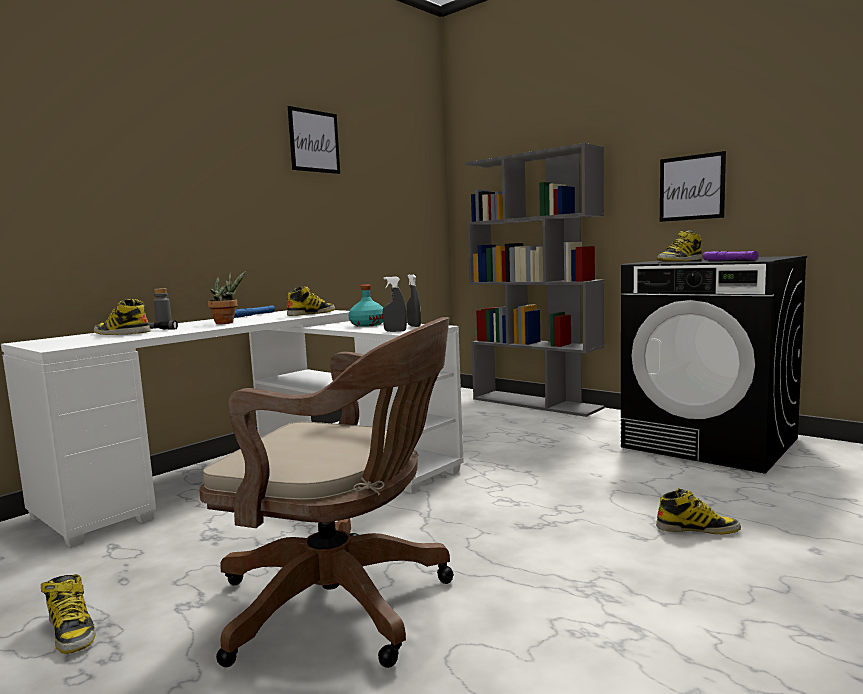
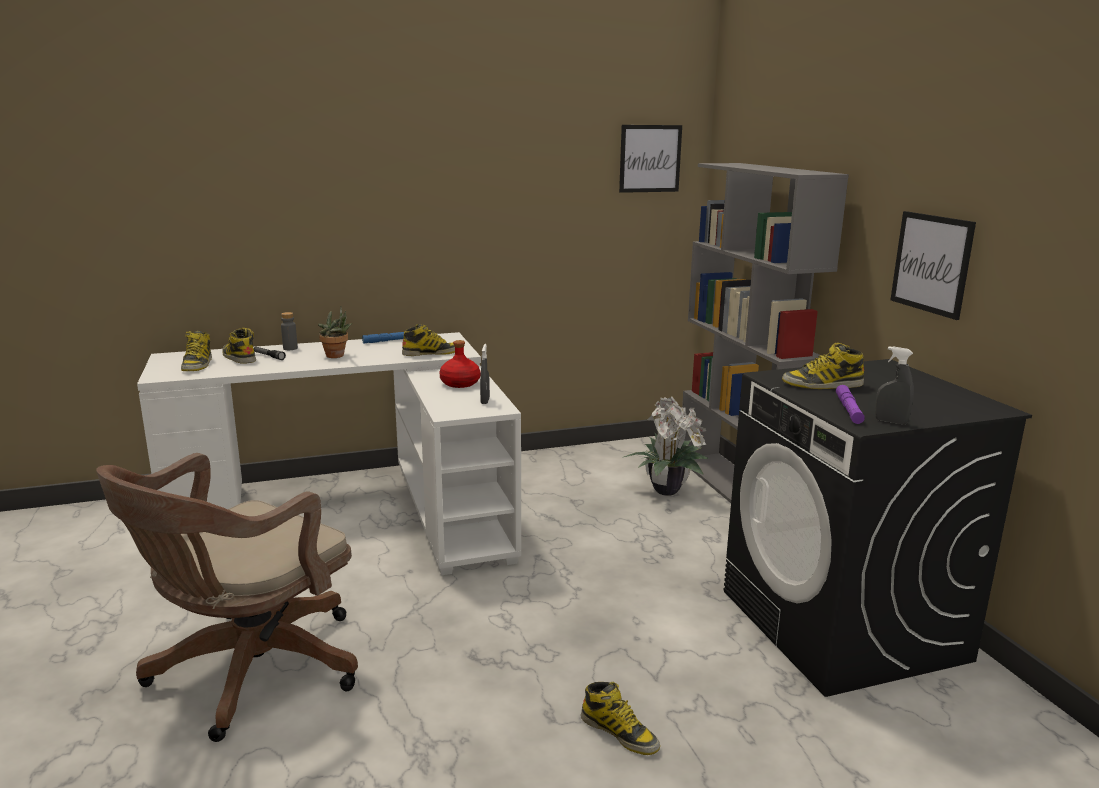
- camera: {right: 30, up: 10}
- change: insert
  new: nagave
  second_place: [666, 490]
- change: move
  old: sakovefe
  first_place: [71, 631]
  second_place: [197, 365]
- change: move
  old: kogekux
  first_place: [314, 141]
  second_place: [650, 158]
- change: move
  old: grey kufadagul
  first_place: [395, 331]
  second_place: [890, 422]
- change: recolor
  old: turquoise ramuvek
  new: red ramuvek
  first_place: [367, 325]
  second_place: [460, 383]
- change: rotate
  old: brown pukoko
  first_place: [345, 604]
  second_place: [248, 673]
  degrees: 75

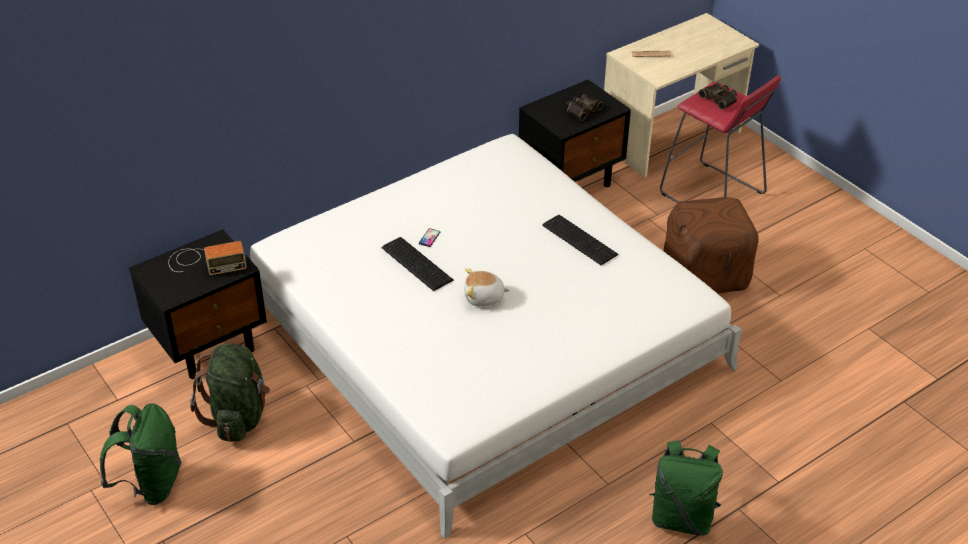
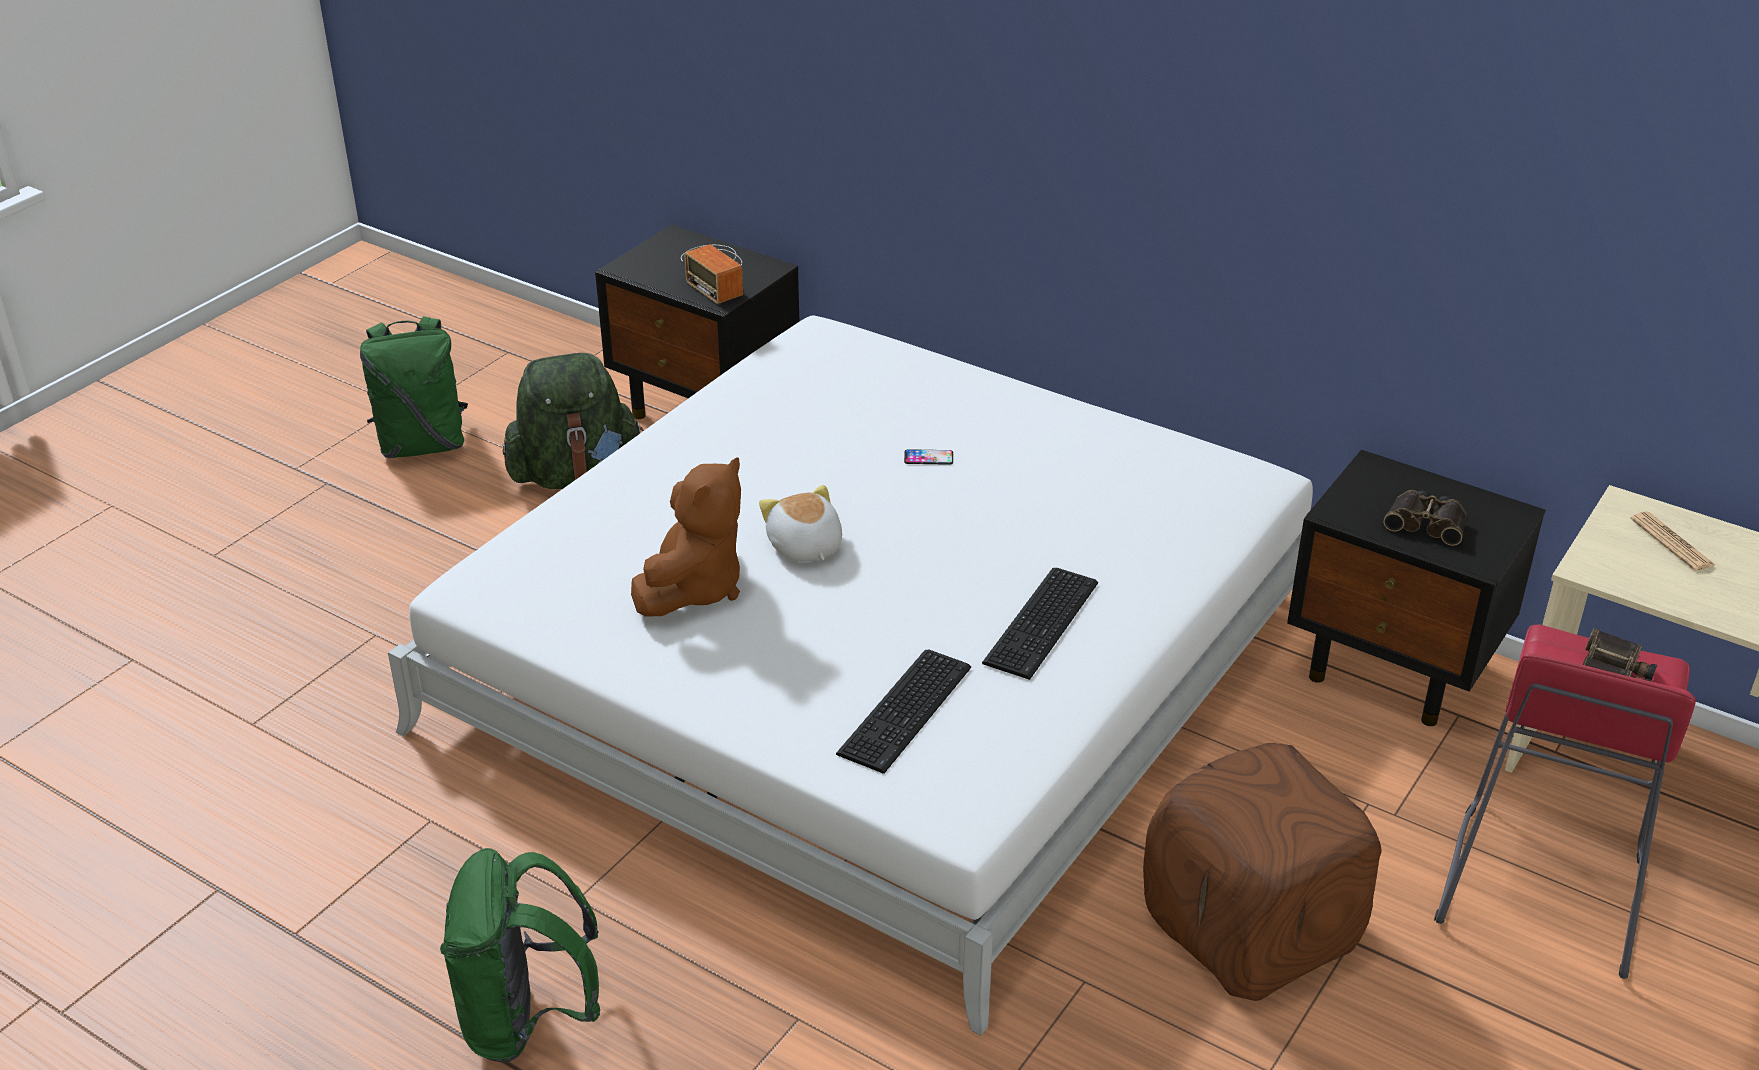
- camera: {right: 70, up: -5}
- change: insert
  new: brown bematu
  second_place: [694, 588]
- change: move
  old: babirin
  first_place: [417, 262]
  second_place: [909, 710]

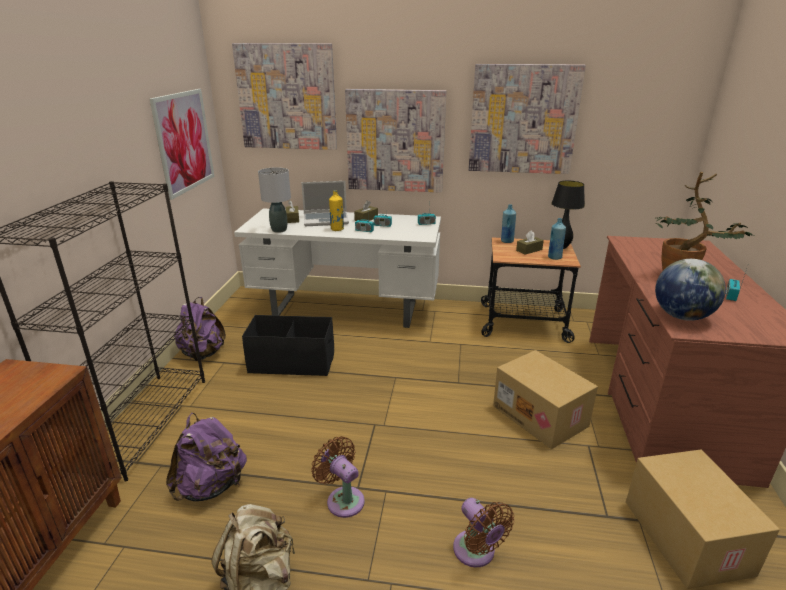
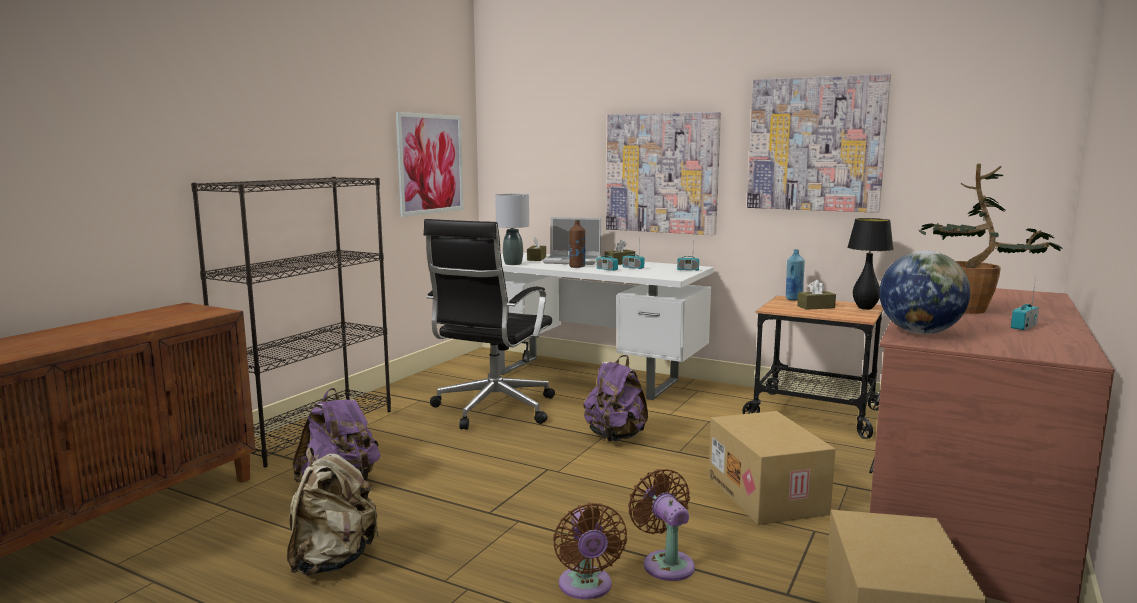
- camera: {right: 20, up: -15}
- change: delete
  old: kogekux
  first_place: [287, 97]
- change: delete
  old: blue ramuvek
  first_place: [554, 257]
- change: move
  old: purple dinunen
  first_place: [203, 354]
  second_place: [615, 437]
- change: move
  old: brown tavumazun
  first_place: [343, 499]
  second_place: [666, 563]
- change: replace
  old: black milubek
  new: black pukoko
  first_place: [292, 362]
  second_place: [492, 410]
- change: recolor
  old: yellow ramuvek
  new: brown ramuvek
  first_place: [337, 229]
  second_place: [577, 267]

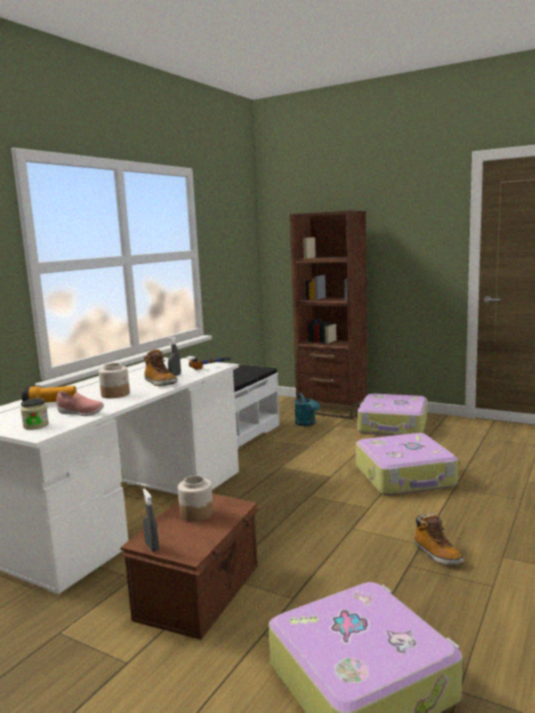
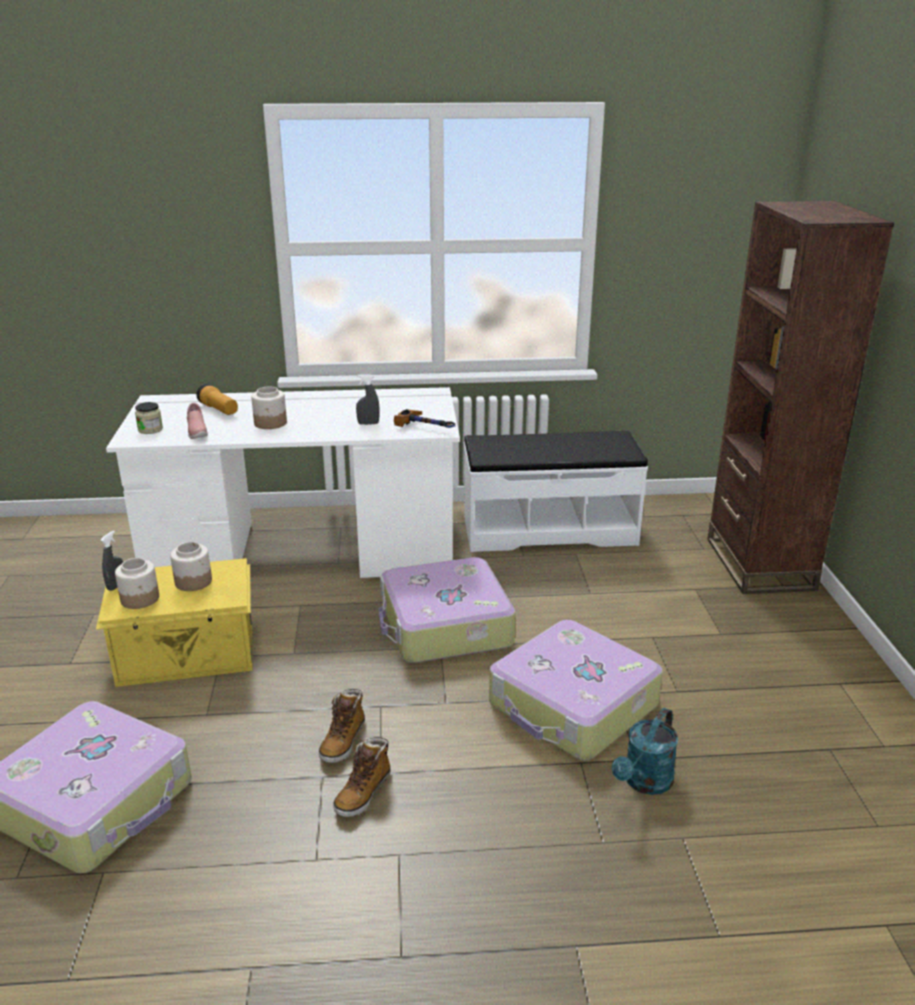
- camera: {right: 55, up: 15}
- change: insert
  new: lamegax
  second_place: [140, 599]
- change: move
  old: sakovefe
  first_place: [160, 383]
  second_place: [343, 741]
- change: move
  old: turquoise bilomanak
  first_place: [307, 424]
  second_place: [644, 783]
- change: move
  old: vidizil
  first_place: [393, 426]
  second_place: [444, 626]
- change: recolor
  old: brown milubek
  new: yellow milubek
  first_place: [201, 591]
  second_place: [188, 656]

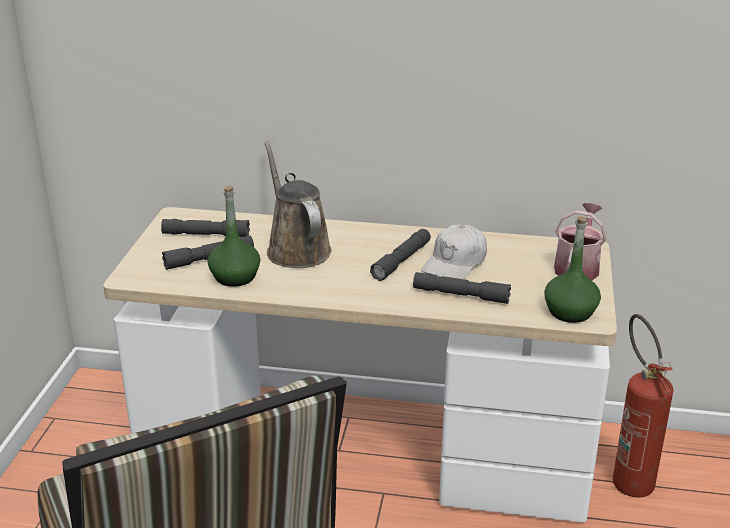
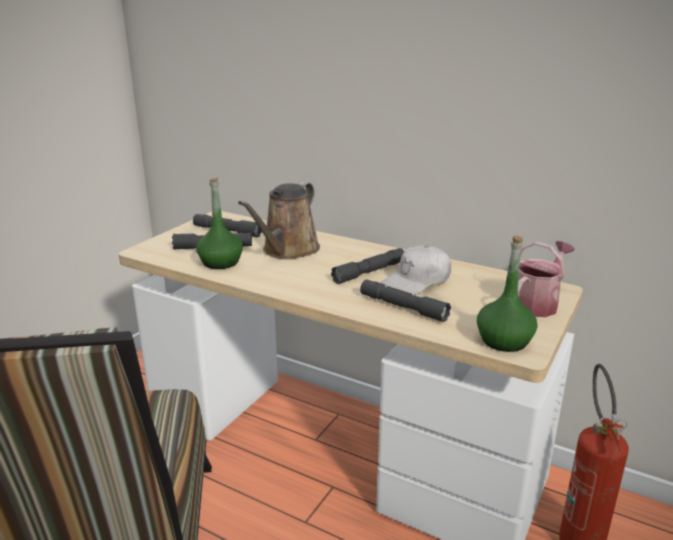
- camera: {right: 20, up: -5}
- change: rotate
  old: brown bilomanak
  first_place: [296, 249]
  second_place: [287, 250]
  degrees: -150

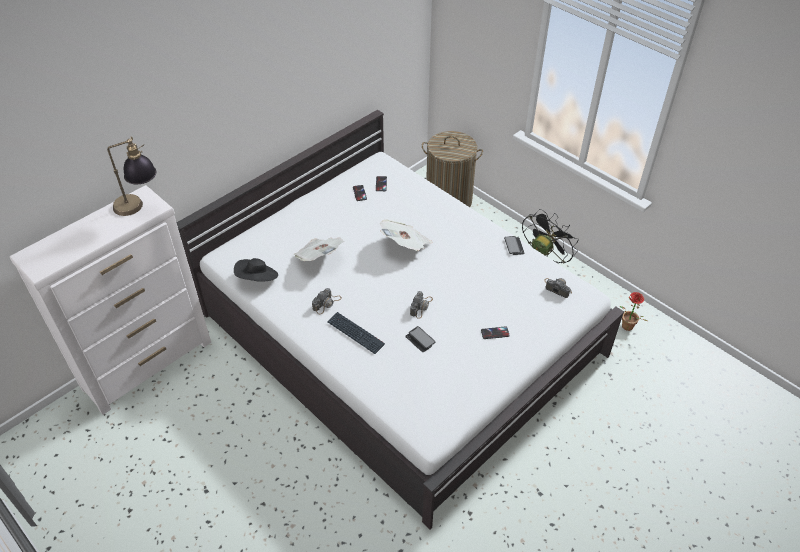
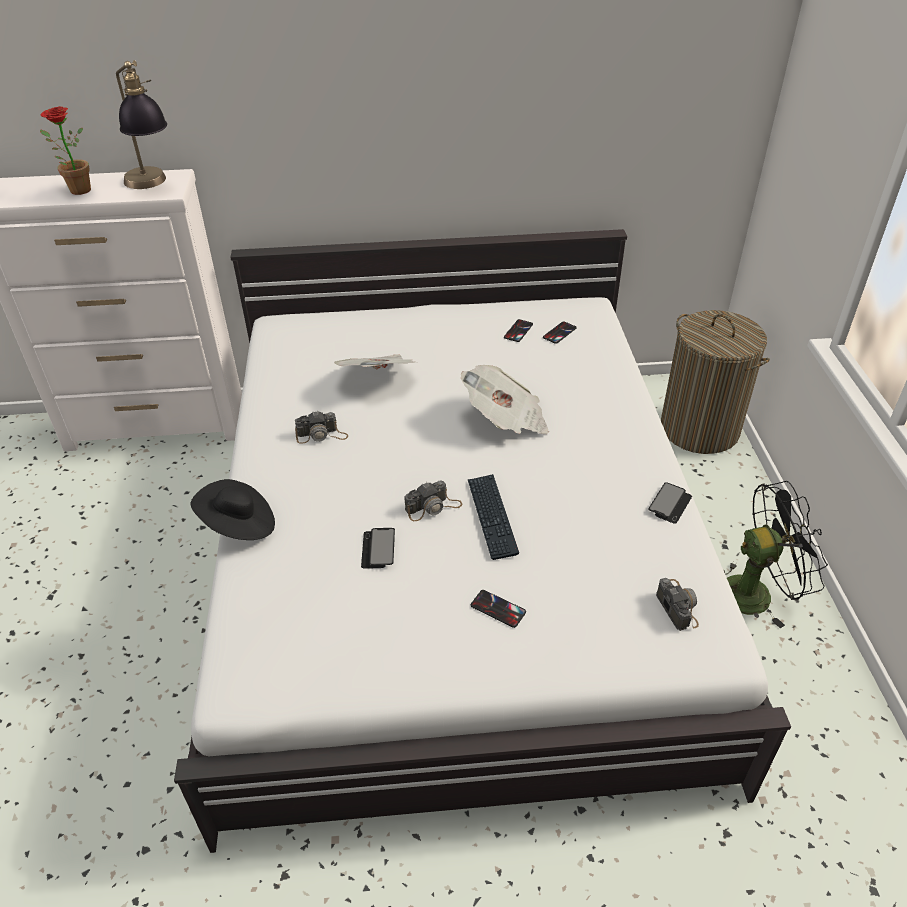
- camera: {right: 40, up: -5}
- change: move
  old: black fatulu
  first_place: [257, 279]
  second_place: [238, 525]
- change: move
  old: babirin
  first_place: [355, 333]
  second_place: [492, 517]
- change: move
  old: nagave
  first_place: [625, 327]
  second_place: [76, 190]

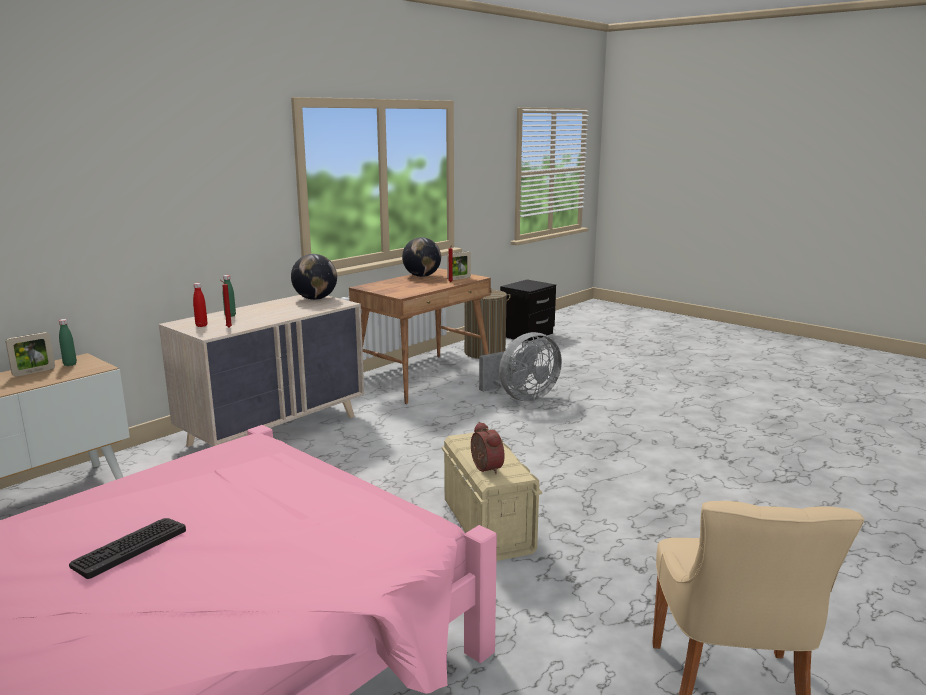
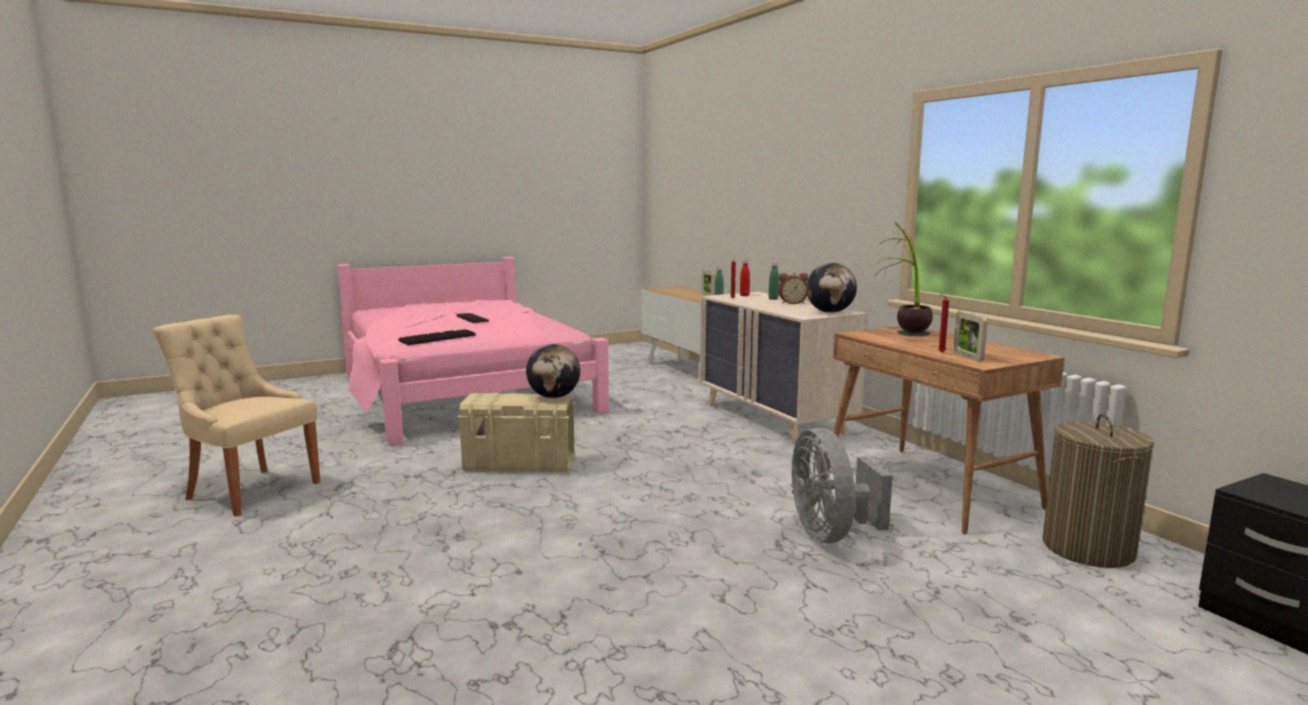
- camera: {right: 110, up: -5}
- change: insert
  new: babirin
  second_place: [438, 338]
- change: insert
  new: nagave
  second_place: [904, 335]
- change: move
  old: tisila
  first_place: [422, 276]
  second_place: [554, 397]
- change: move
  old: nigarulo
  first_place: [484, 468]
  second_place: [792, 303]

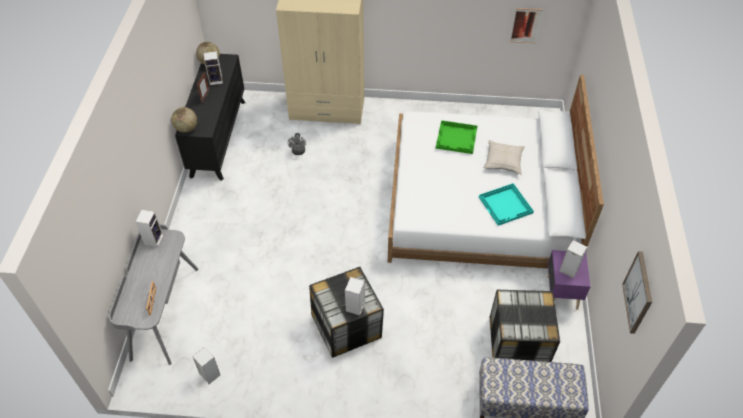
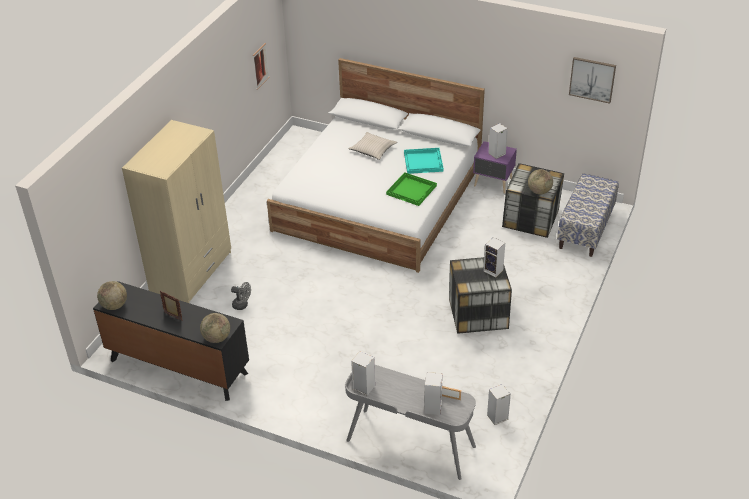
- camera: {right: -70, up: -10}
- change: insert
  new: tisila
  second_place: [539, 191]
- change: move
  old: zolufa
  first_place: [216, 80]
  second_place: [432, 406]
- change: move
  old: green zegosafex
  first_place: [456, 138]
  second_place: [412, 190]

